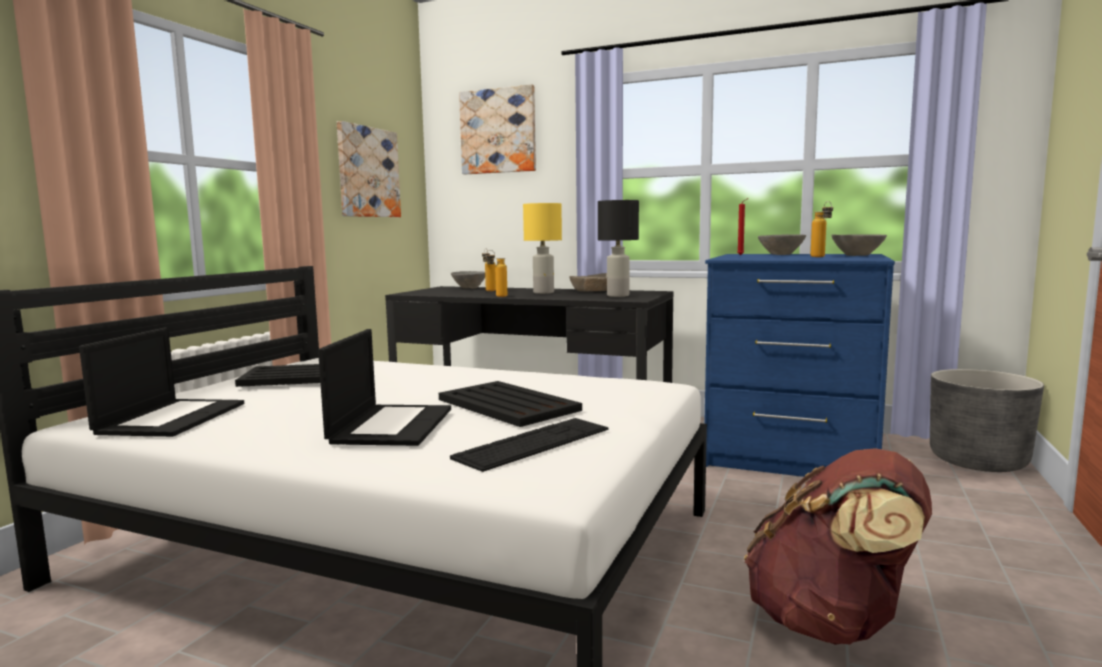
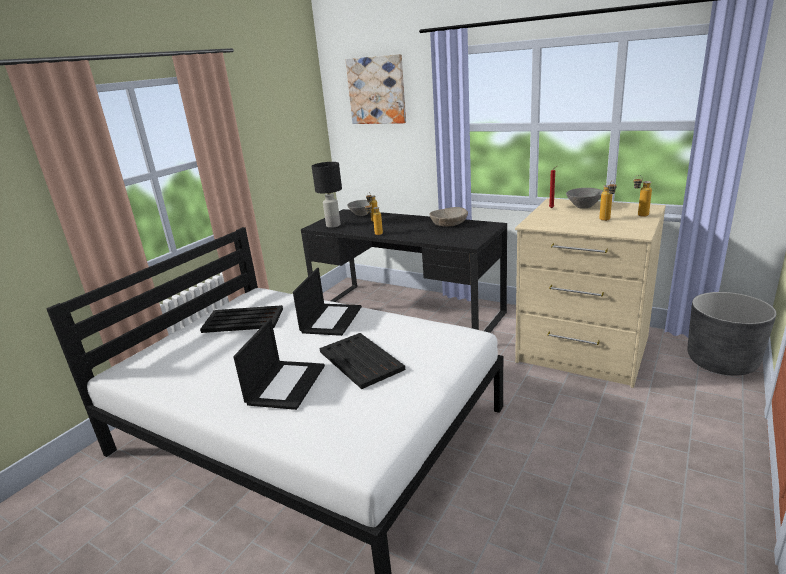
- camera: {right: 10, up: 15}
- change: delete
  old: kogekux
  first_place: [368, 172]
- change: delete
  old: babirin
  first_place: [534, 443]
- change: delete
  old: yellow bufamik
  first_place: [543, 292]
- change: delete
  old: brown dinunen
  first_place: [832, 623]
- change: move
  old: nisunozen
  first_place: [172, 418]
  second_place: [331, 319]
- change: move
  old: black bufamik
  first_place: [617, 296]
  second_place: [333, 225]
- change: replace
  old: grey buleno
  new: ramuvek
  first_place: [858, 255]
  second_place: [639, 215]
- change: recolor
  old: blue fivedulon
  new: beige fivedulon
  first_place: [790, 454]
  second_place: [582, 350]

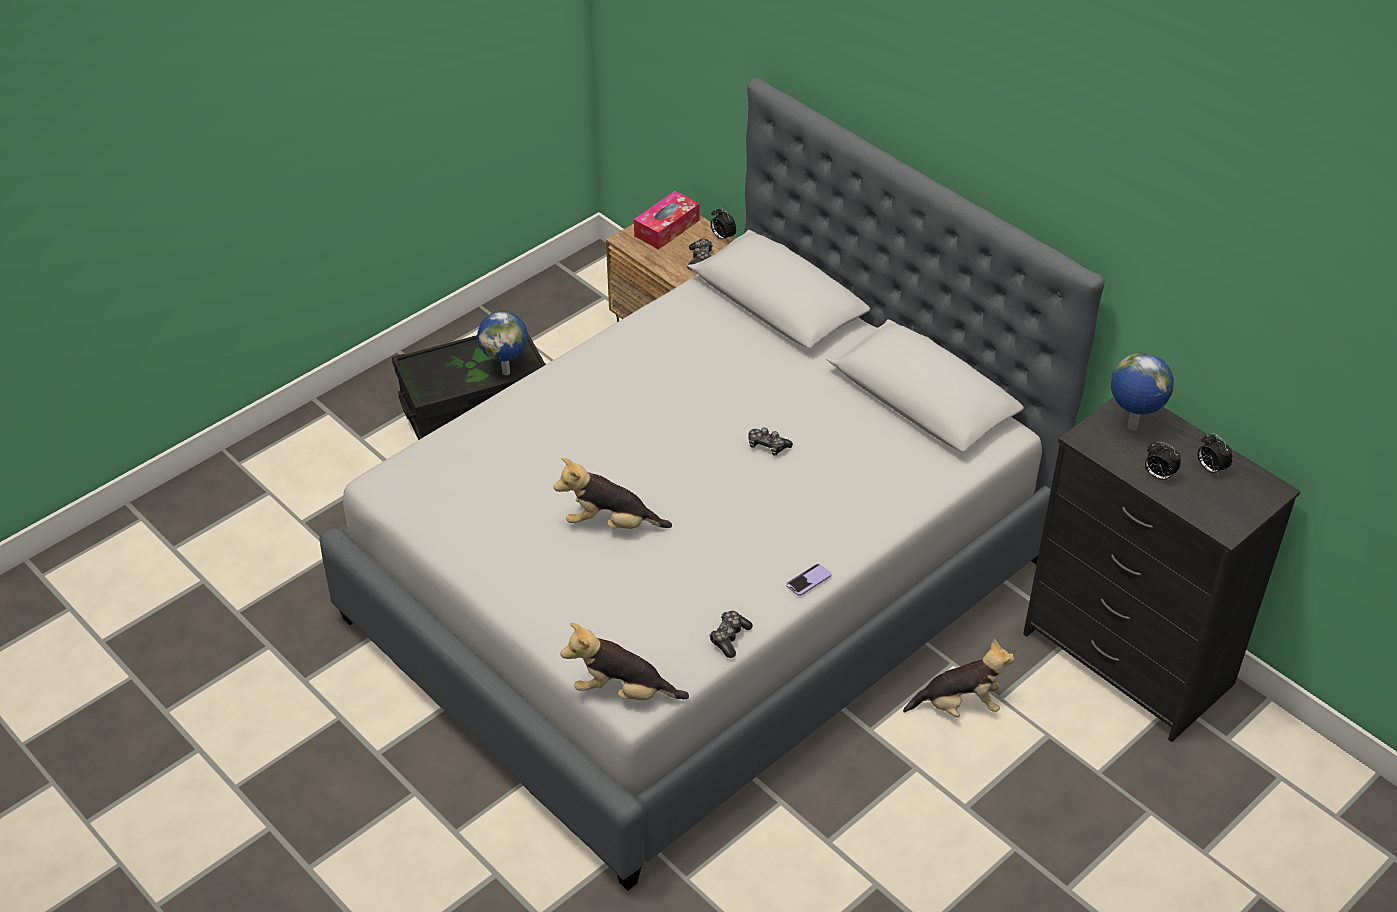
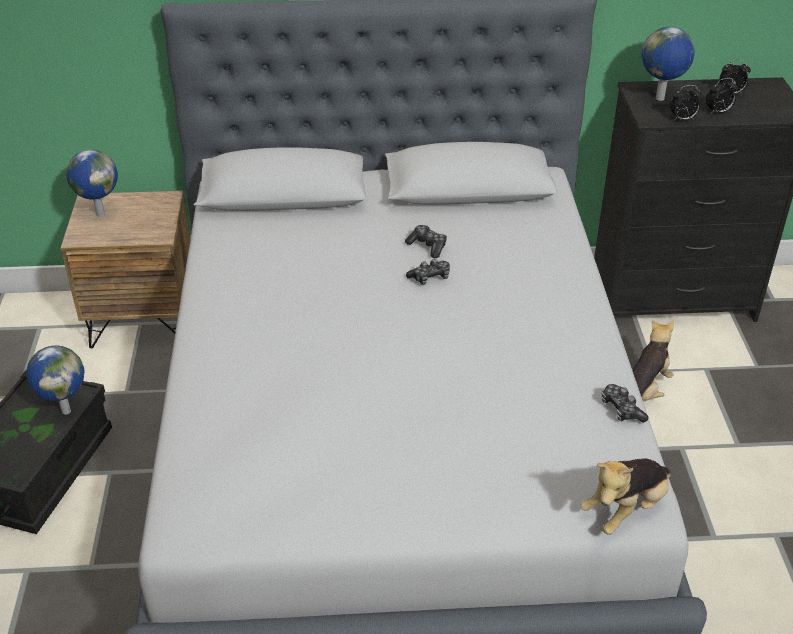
- camera: {right: -50, up: -5}
- change: delete
  old: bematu
  first_place: [611, 524]
- change: delete
  old: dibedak
  first_place: [808, 581]
- change: move
  old: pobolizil
  first_place: [700, 259]
  second_place: [427, 246]
- change: move
  old: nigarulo
  first_place: [722, 237]
  second_place: [682, 119]
- change: replace
  old: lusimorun
  new: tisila
  first_place: [667, 228]
  second_place: [100, 214]

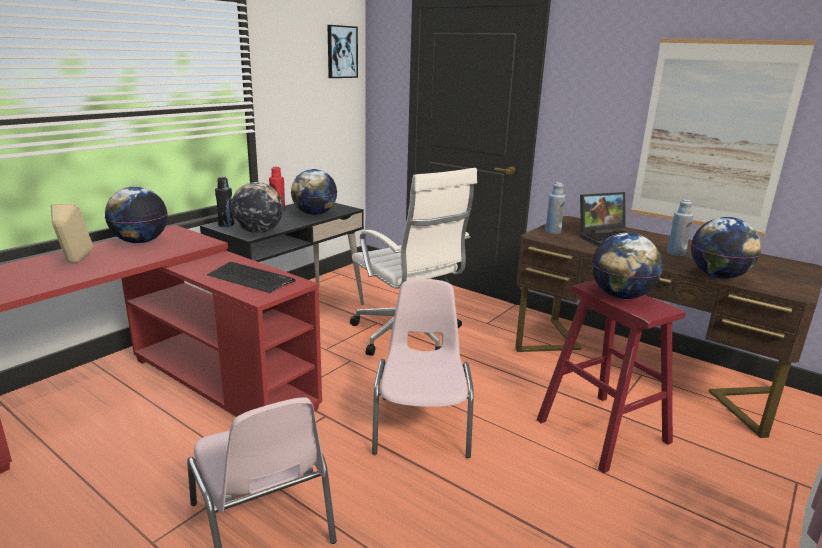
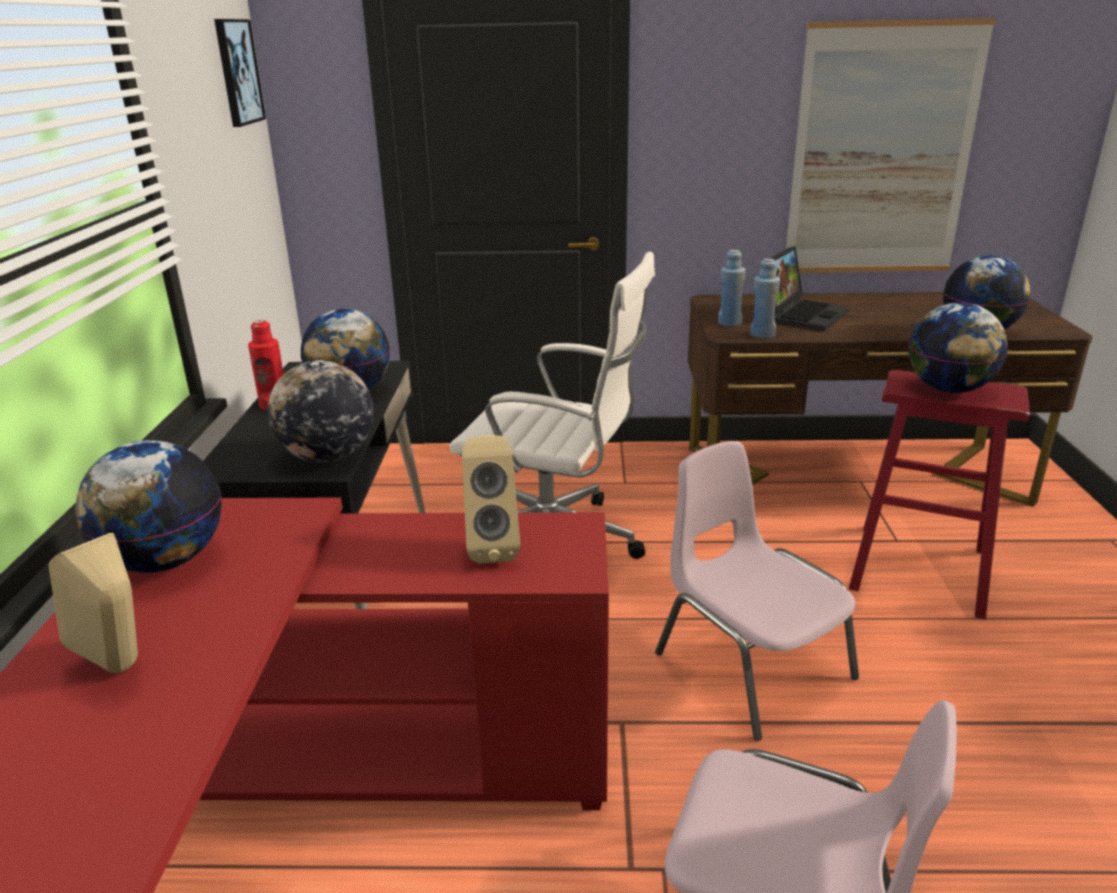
- camera: {right: -35, up: 5}
- change: delete
  old: black ramuvek
  first_place: [226, 225]
- change: move
  old: blue ramuvek
  first_place: [675, 253]
  second_place: [762, 334]
- change: replace
  old: babirin
  new: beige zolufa
  first_place: [251, 278]
  second_place: [493, 547]

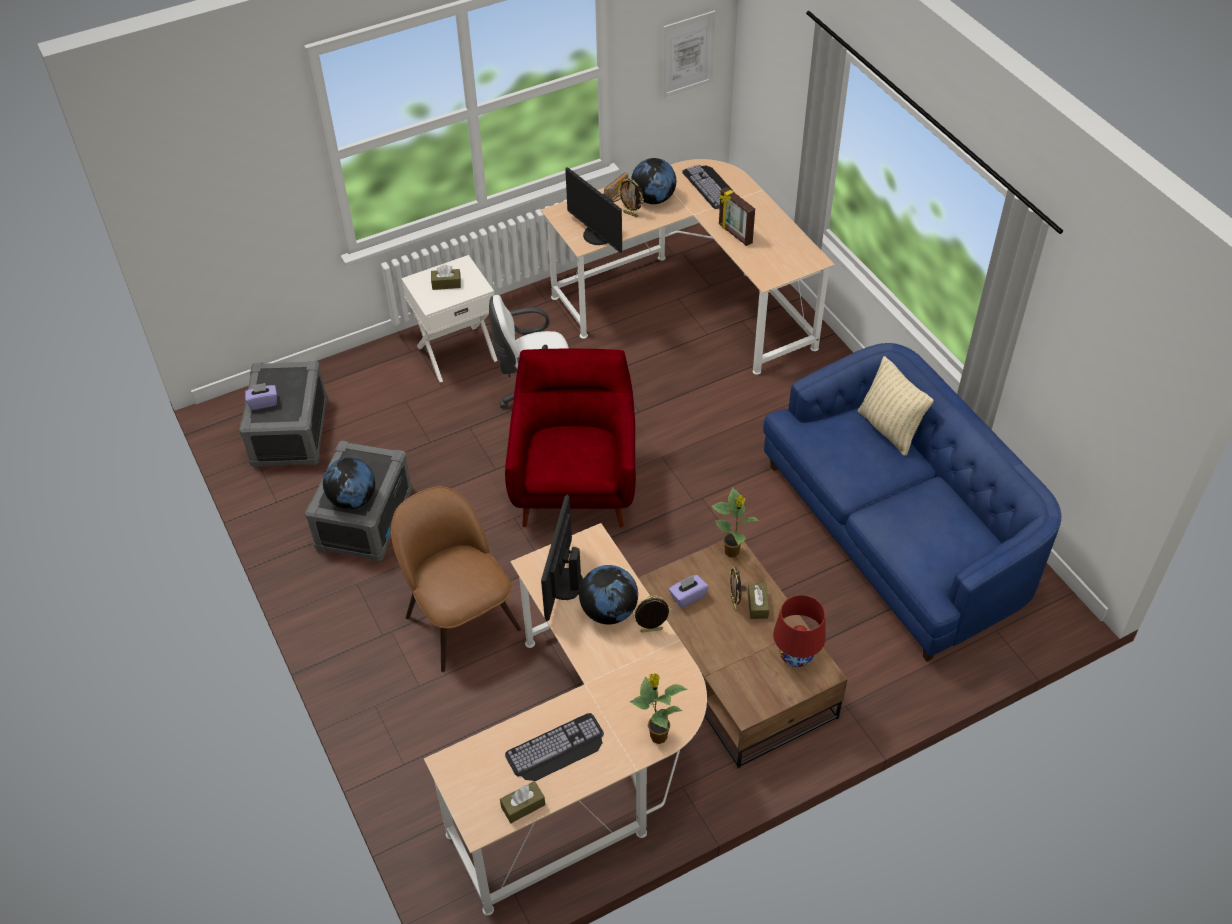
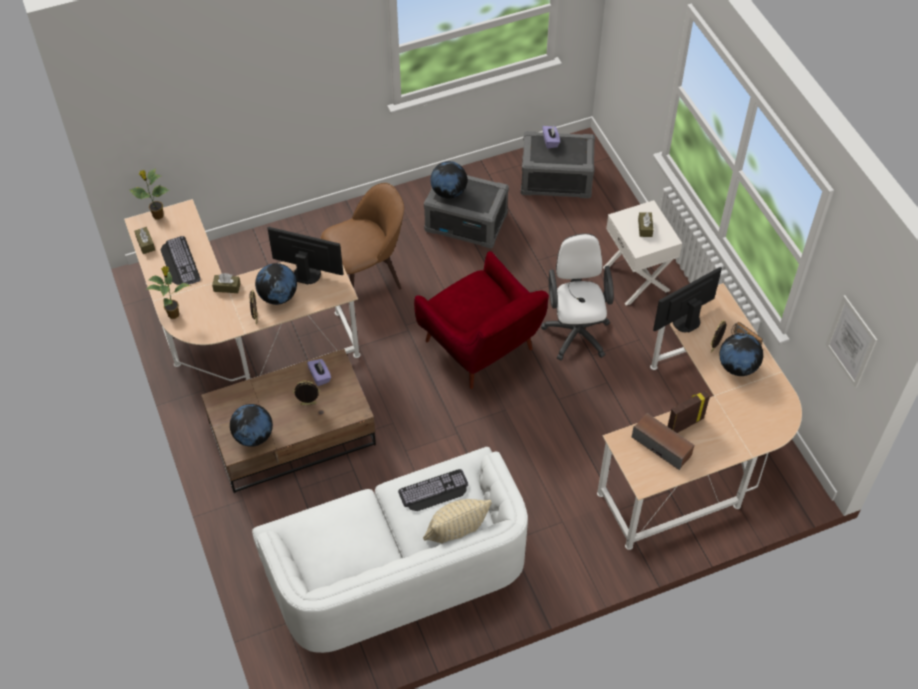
- camera: {right: 95, up: 5}
- change: insert
  new: zolufa
  second_place: [661, 446]
- change: move
  old: babirin
  first_place: [711, 186]
  second_place: [434, 492]
- change: move
  old: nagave
  first_place: [732, 552]
  second_place: [157, 216]
- change: move
  old: brown lusimorun
  first_place: [757, 605]
  second_place: [227, 287]
- change: replace
  old: red bufamik
  new: tisila
  first_place: [796, 656]
  second_place: [253, 436]
- change: recolor
  old: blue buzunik
  new: white buzunik
  first_place: [897, 535]
  second_place: [397, 570]
- change: rotate
  old: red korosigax
  first_place: [575, 485]
  second_place: [482, 349]
  degrees: 45

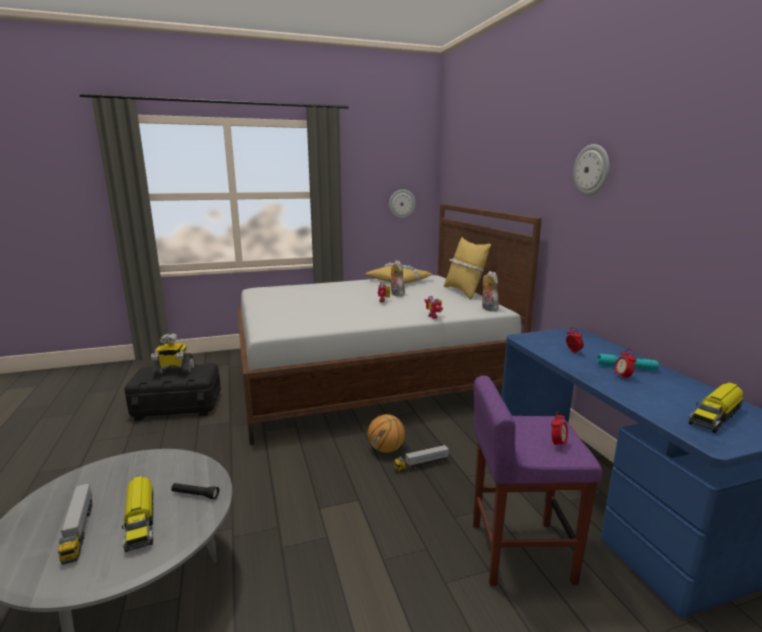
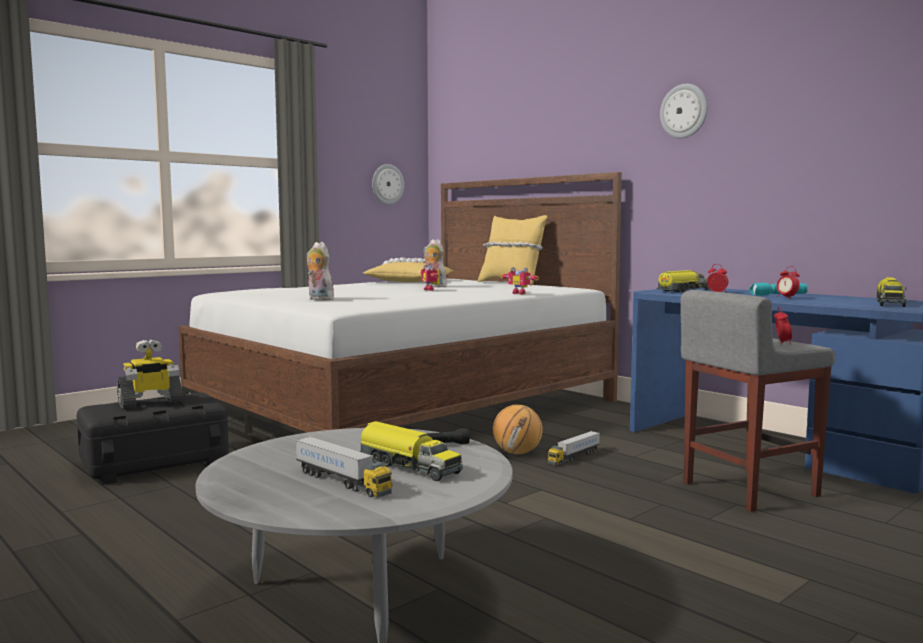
- camera: {right: -25, up: -10}
- change: insert
  new: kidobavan
  second_place: [683, 290]
- change: move
  old: bematu
  first_place: [488, 309]
  second_place: [318, 299]
- change: recolor
  old: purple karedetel
  new: grey karedetel
  first_place: [519, 552]
  second_place: [748, 489]

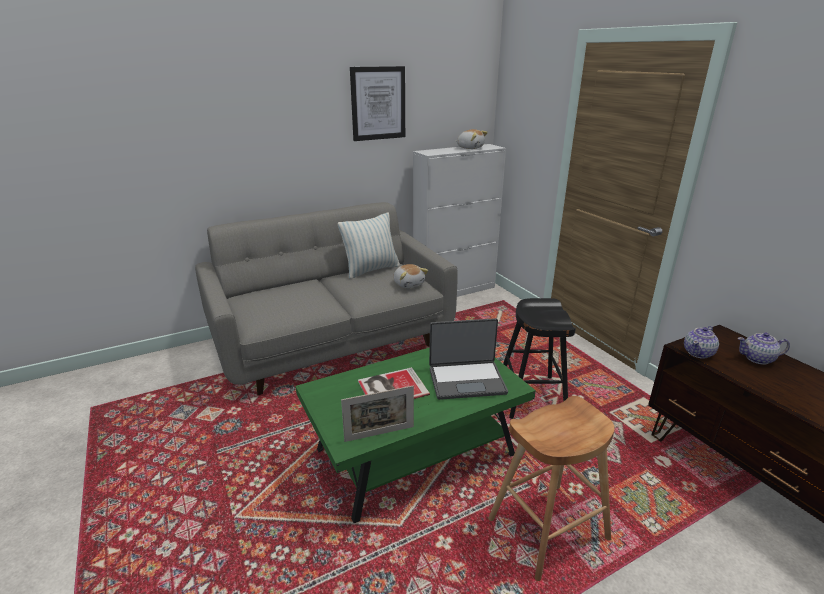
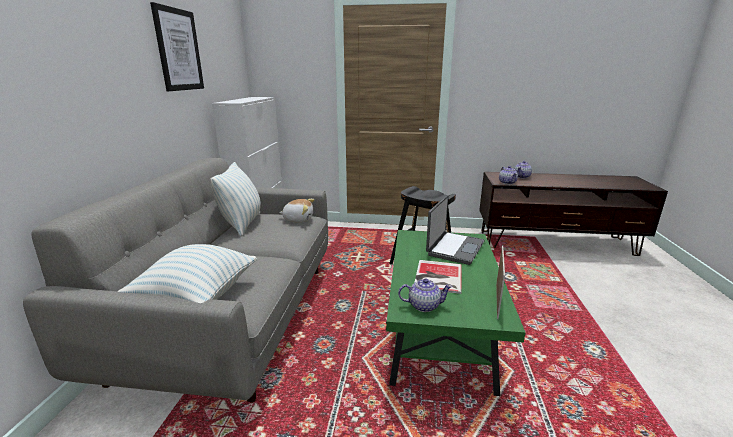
- camera: {right: -55, up: -5}
- change: delete
  old: bematu
  first_place: [470, 148]
- change: delete
  old: brown karedetel
  first_place: [548, 529]
- change: insert
  new: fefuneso
  second_place: [197, 296]
- change: insert
  new: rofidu
  second_place: [423, 305]

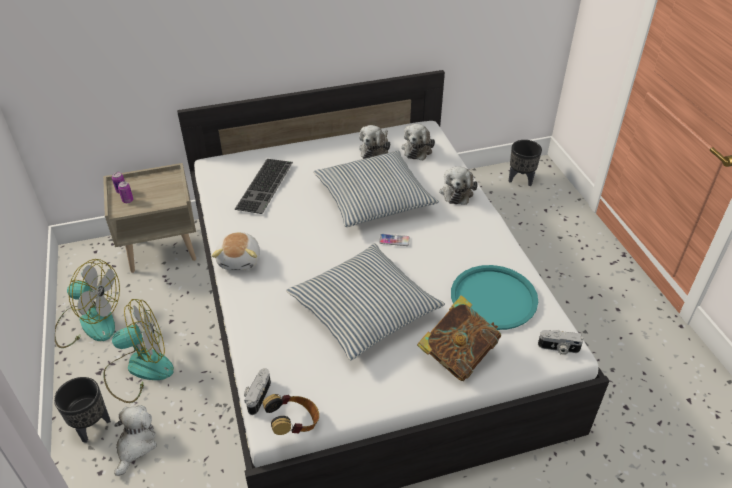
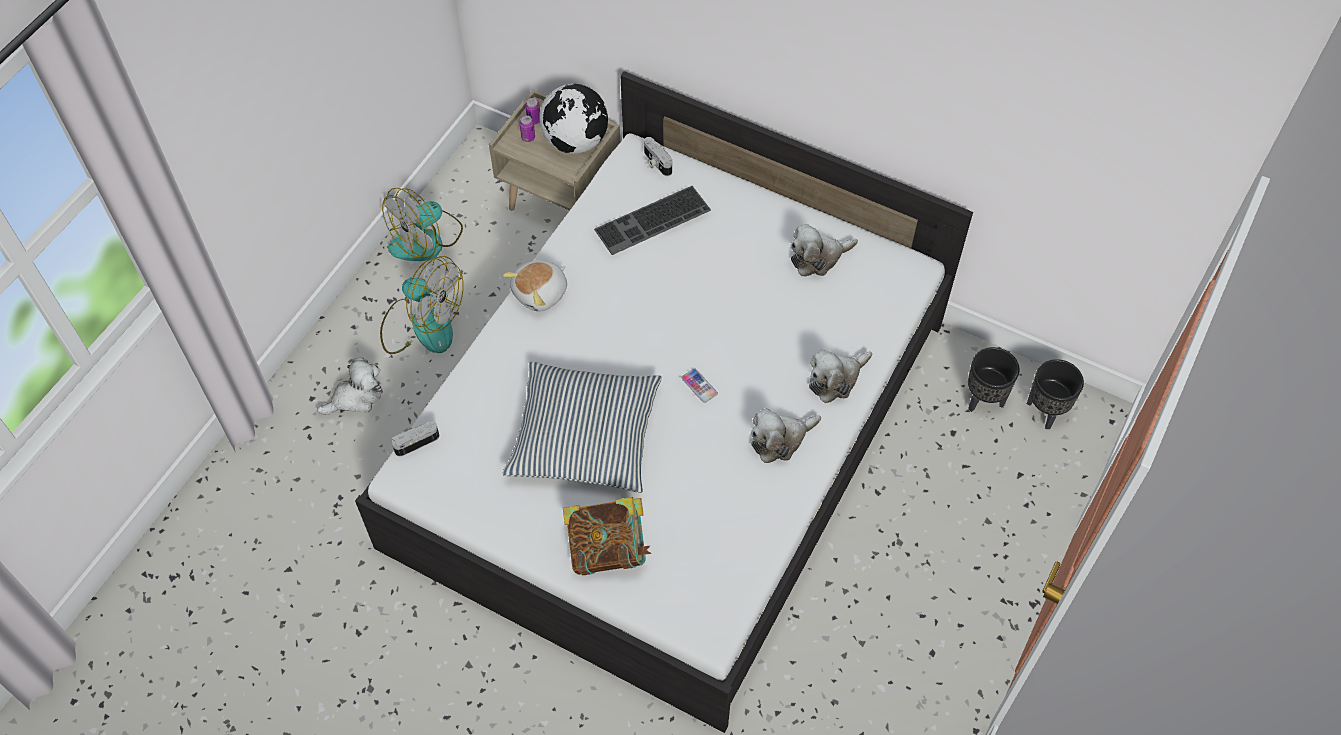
- camera: {right: 45, up: 15}
- change: delete
  old: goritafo
  first_place: [294, 424]
- change: delete
  old: fefuneso
  first_place: [373, 198]
- change: delete
  old: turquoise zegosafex
  first_place: [494, 298]
- change: insert
  new: tisila
  second_place: [576, 141]
- change: move
  old: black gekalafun
  first_place: [91, 426]
  second_place: [984, 399]
- change: move
  old: bematu
  first_place: [417, 149]
  second_place: [780, 440]
- change: move
  old: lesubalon
  first_place: [558, 348]
  second_place: [656, 163]
- change: rotate
  old: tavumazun
  first_place: [89, 322]
  second_place: [426, 239]
  degrees: 75

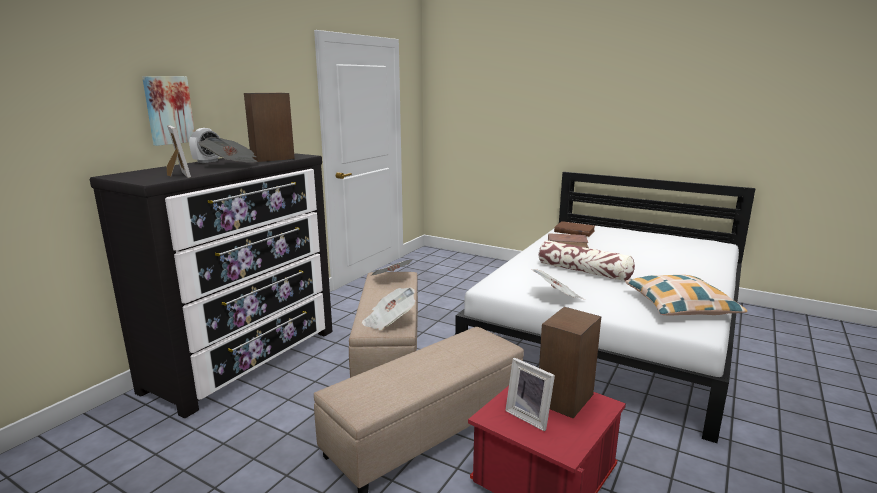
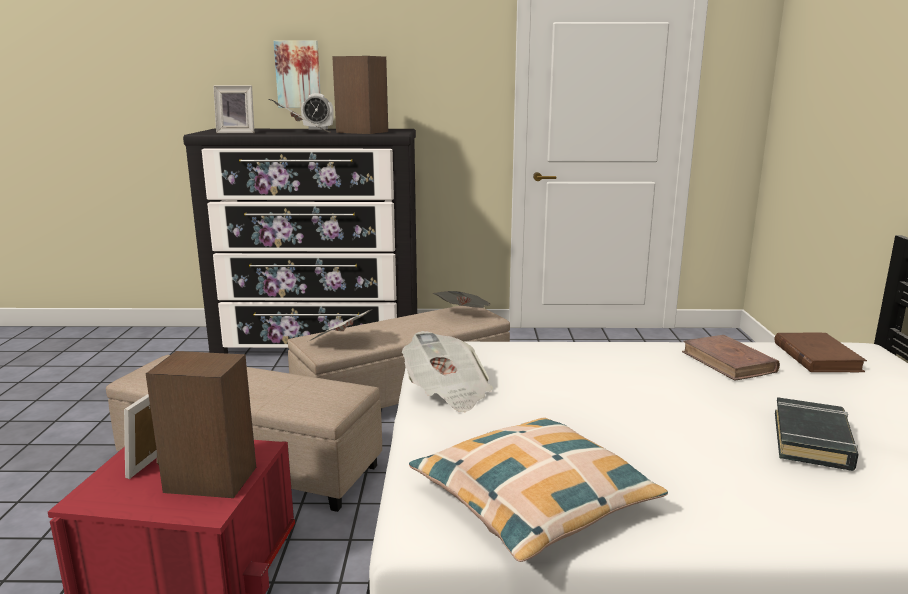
- camera: {right: 60, up: 0}
- change: delete
  old: fefuneso
  first_place: [583, 271]
- change: insert
  new: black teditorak
  second_place: [812, 440]
- change: rotate
  old: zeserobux
  first_place: [178, 175]
  second_place: [237, 132]
  degrees: 60

